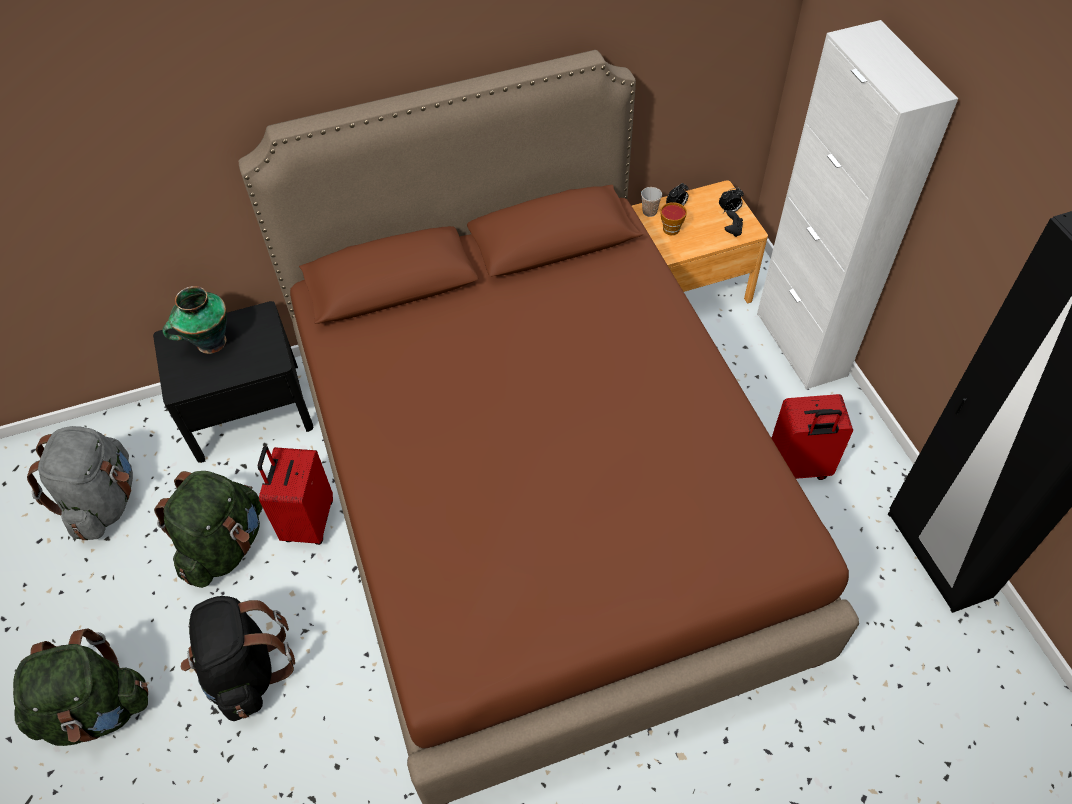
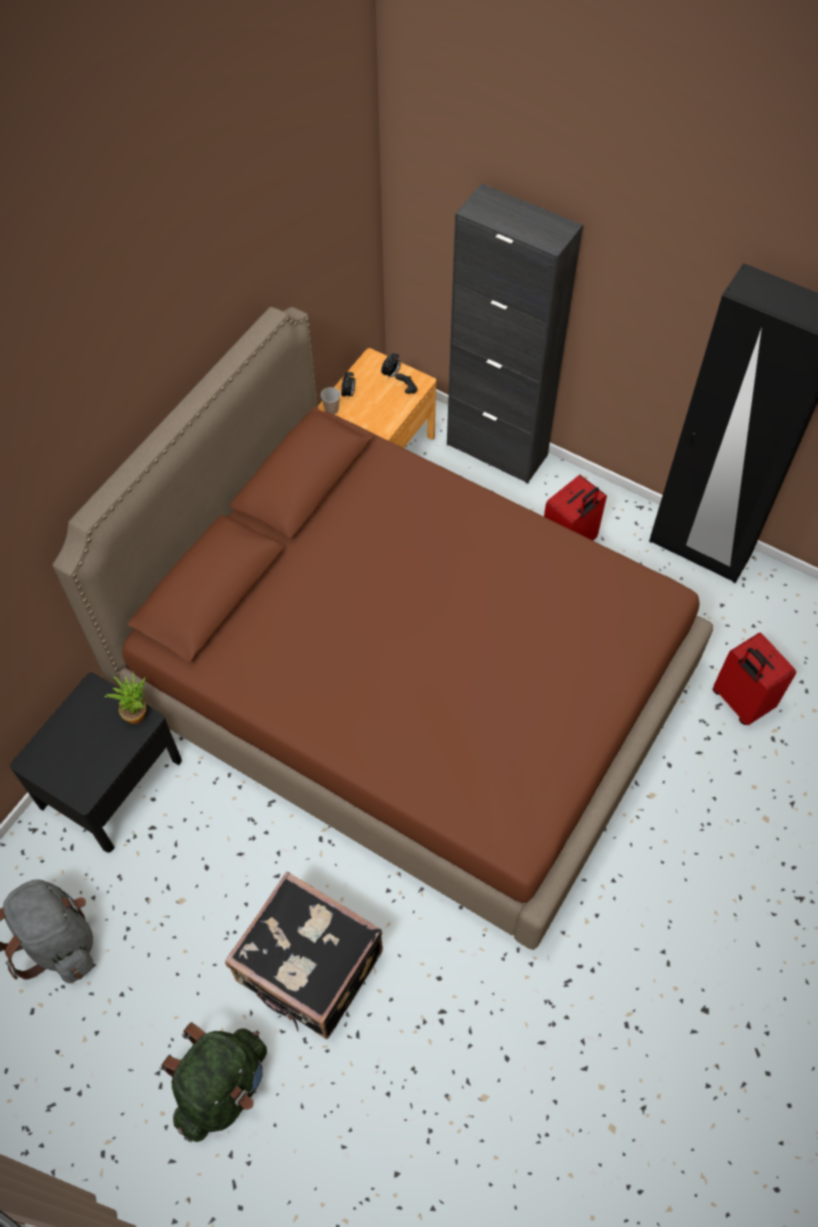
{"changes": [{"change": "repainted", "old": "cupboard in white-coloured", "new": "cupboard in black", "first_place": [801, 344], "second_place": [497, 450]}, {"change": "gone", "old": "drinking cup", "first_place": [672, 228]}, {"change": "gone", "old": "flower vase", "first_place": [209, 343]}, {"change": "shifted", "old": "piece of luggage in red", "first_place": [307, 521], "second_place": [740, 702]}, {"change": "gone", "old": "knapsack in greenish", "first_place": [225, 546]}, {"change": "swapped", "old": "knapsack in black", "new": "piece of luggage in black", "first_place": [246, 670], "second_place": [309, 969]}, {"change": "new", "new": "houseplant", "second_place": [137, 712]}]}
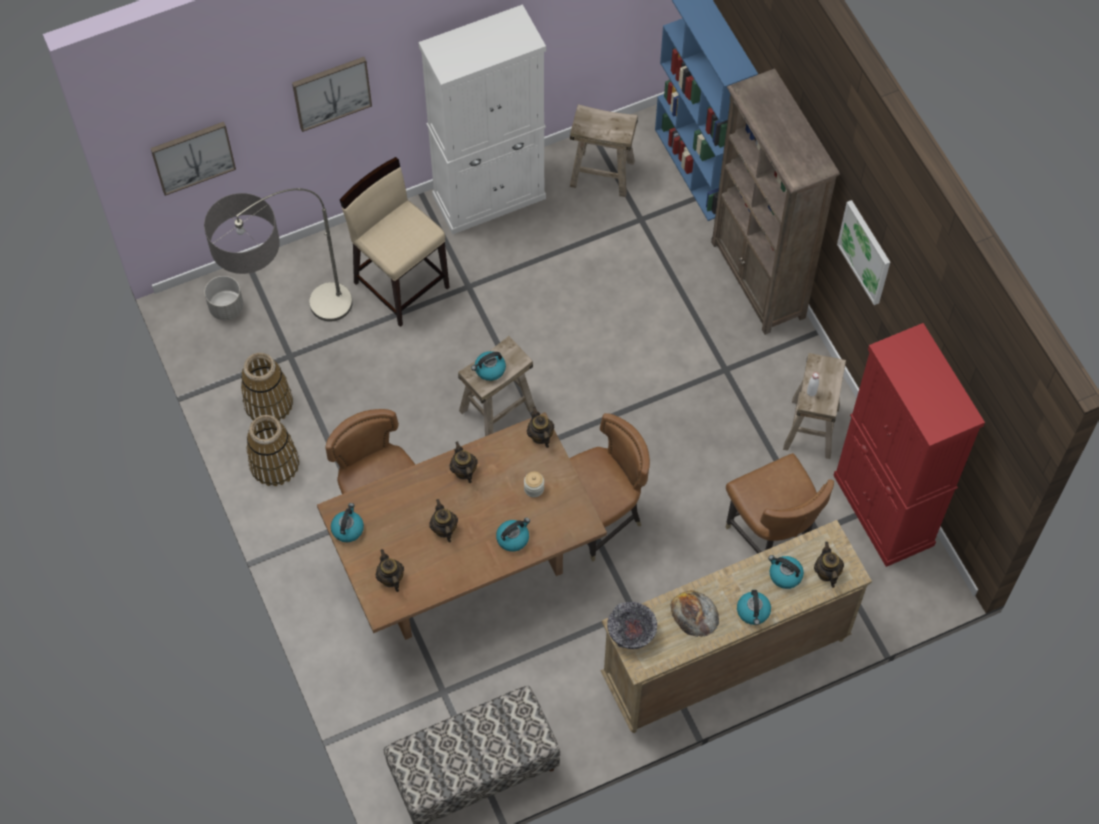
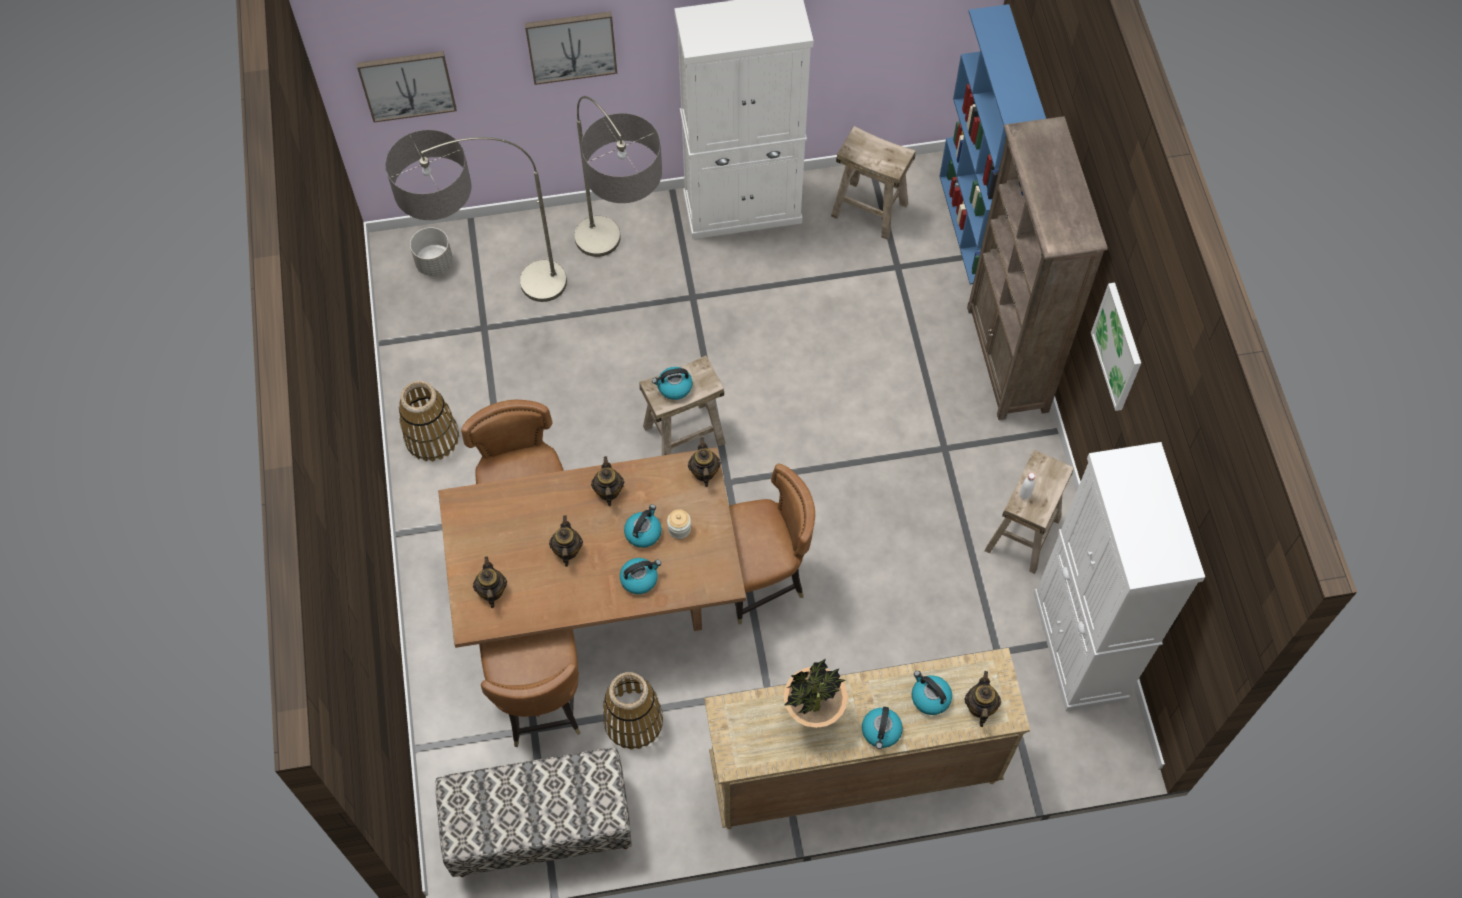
{"changes": [{"change": "swapped", "old": "sitting stool in beige-coloured", "new": "floor lamp", "first_place": [401, 284], "second_place": [623, 278]}, {"change": "repainted", "old": "cupboard in red", "new": "cupboard in white-coloured", "first_place": [883, 510], "second_place": [1079, 646]}, {"change": "shifted", "old": "household basket", "first_place": [268, 403], "second_place": [633, 721]}, {"change": "shifted", "old": "upright chair in brown", "first_place": [771, 537], "second_place": [541, 705]}, {"change": "shifted", "old": "water kettle", "first_place": [347, 528], "second_place": [643, 532]}, {"change": "swapped", "old": "bread", "new": "houseplant", "first_place": [694, 613], "second_place": [812, 716]}, {"change": "gone", "old": "serving bowl", "first_place": [631, 632]}]}
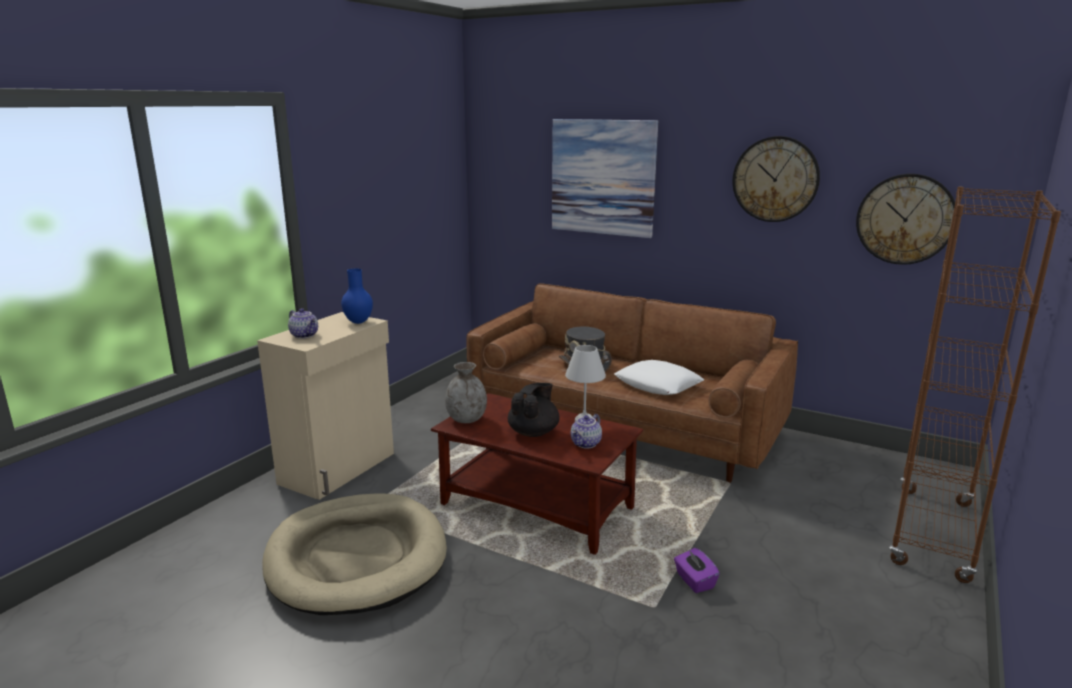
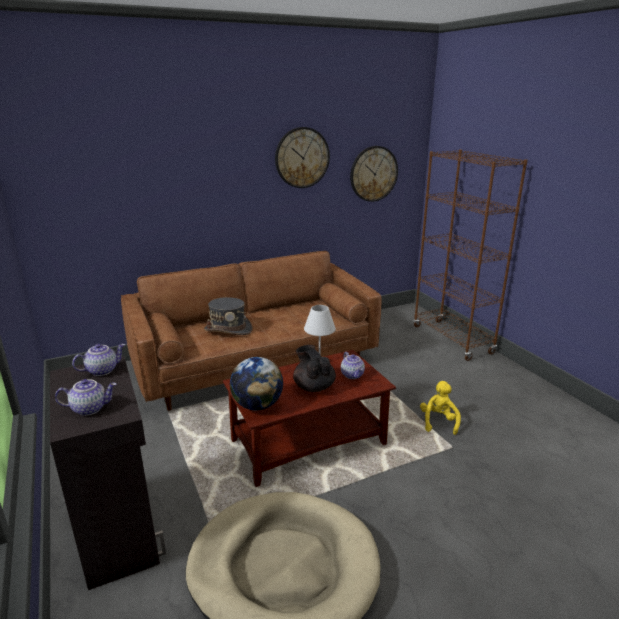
{"changes": [{"change": "gone", "old": "wall art", "first_place": [603, 177]}, {"change": "swapped", "old": "flower vase in blue", "new": "tea pot", "first_place": [358, 322], "second_place": [102, 370]}, {"change": "repainted", "old": "cupboard in beige-coloured", "new": "cupboard in black", "first_place": [339, 468], "second_place": [120, 529]}, {"change": "gone", "old": "throw pillow in white-coloured", "first_place": [658, 385]}, {"change": "swapped", "old": "flower vase in grey", "new": "world globe", "first_place": [467, 419], "second_place": [257, 405]}, {"change": "swapped", "old": "box of tissues in purple", "new": "plush toy in yellowish", "first_place": [694, 581], "second_place": [438, 422]}]}
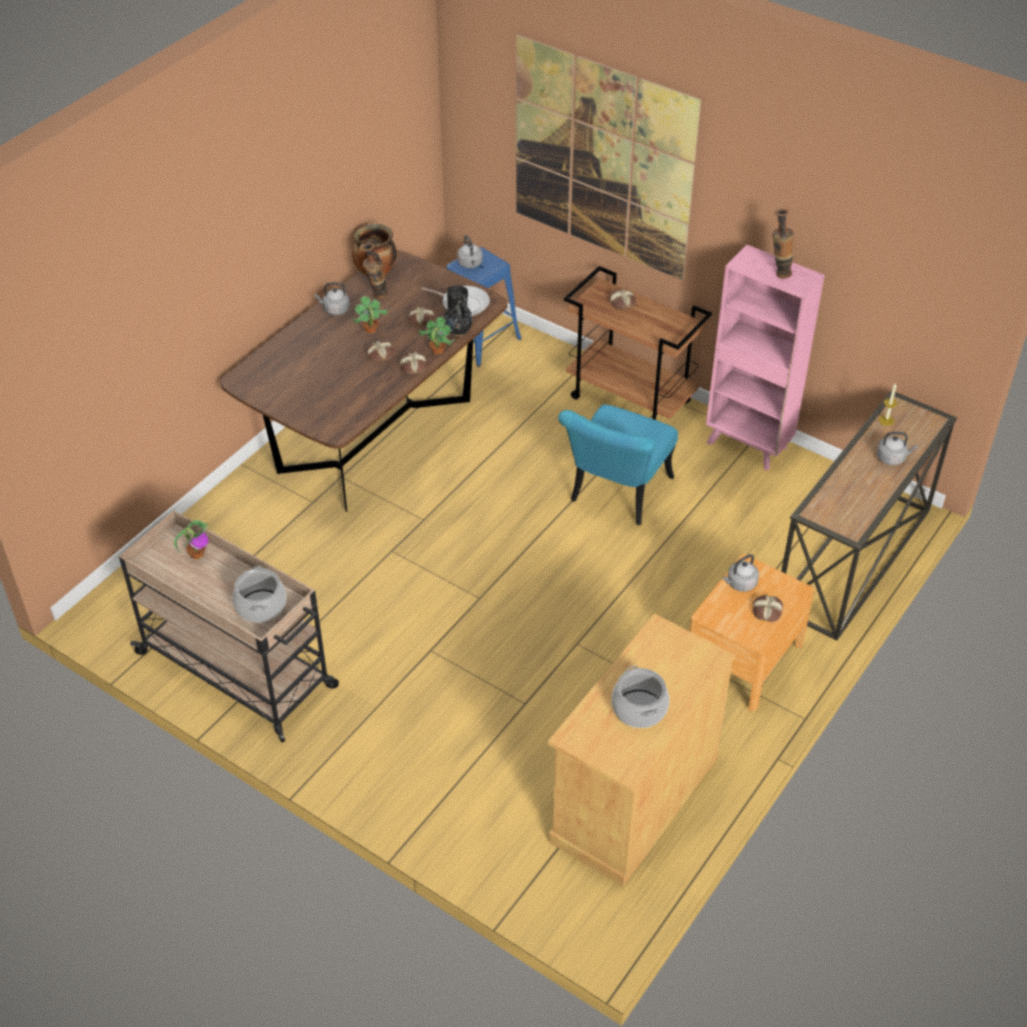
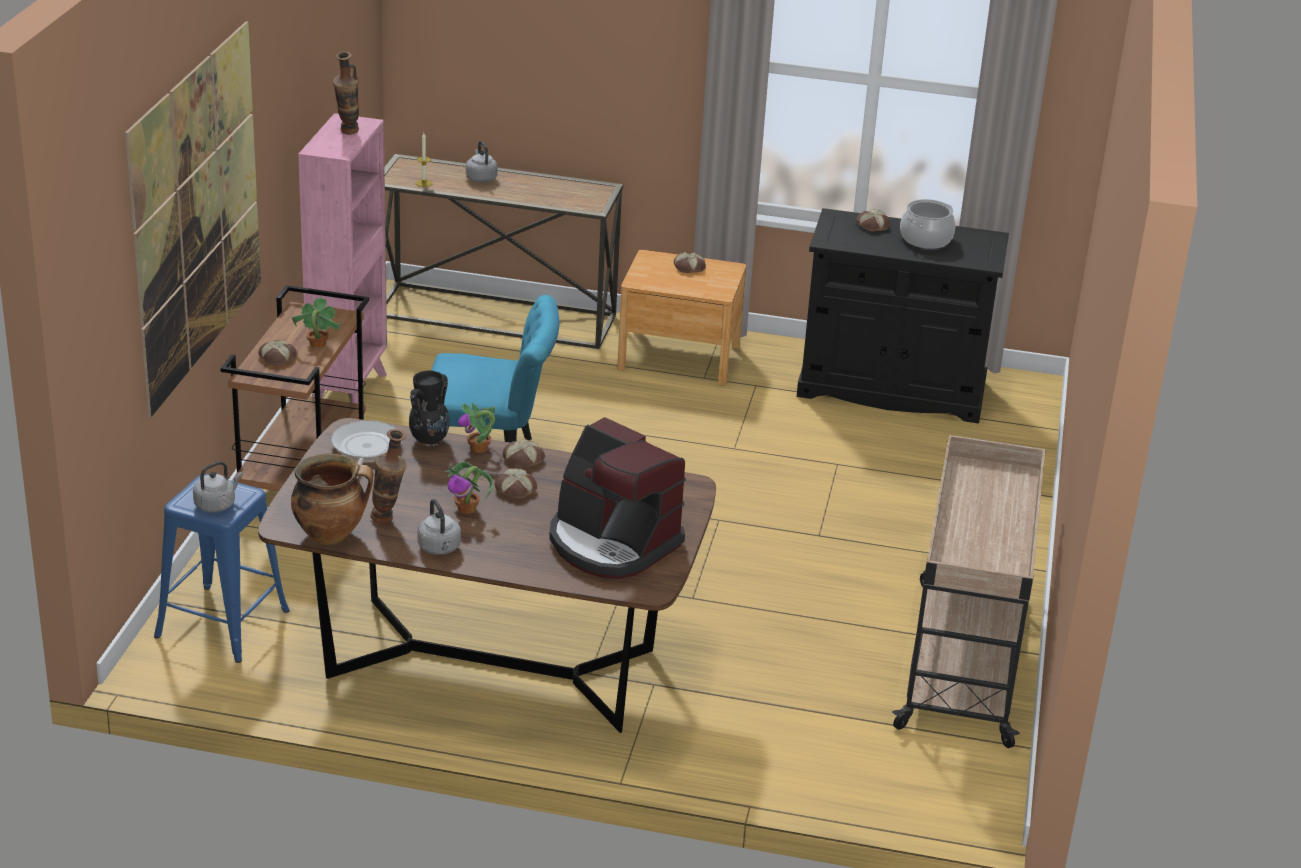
{"changes": [{"change": "shifted", "old": "bread", "first_place": [421, 319], "second_place": [872, 225]}, {"change": "shifted", "old": "houseplant", "first_place": [197, 553], "second_place": [317, 344]}, {"change": "gone", "old": "water kettle in grey", "first_place": [740, 584]}, {"change": "gone", "old": "cooking pot", "first_place": [260, 606]}, {"change": "repainted", "old": "cupboard in beige-coloured", "new": "cupboard in black", "first_place": [634, 798], "second_place": [891, 389]}, {"change": "new", "new": "coffee machine", "second_place": [612, 543]}]}
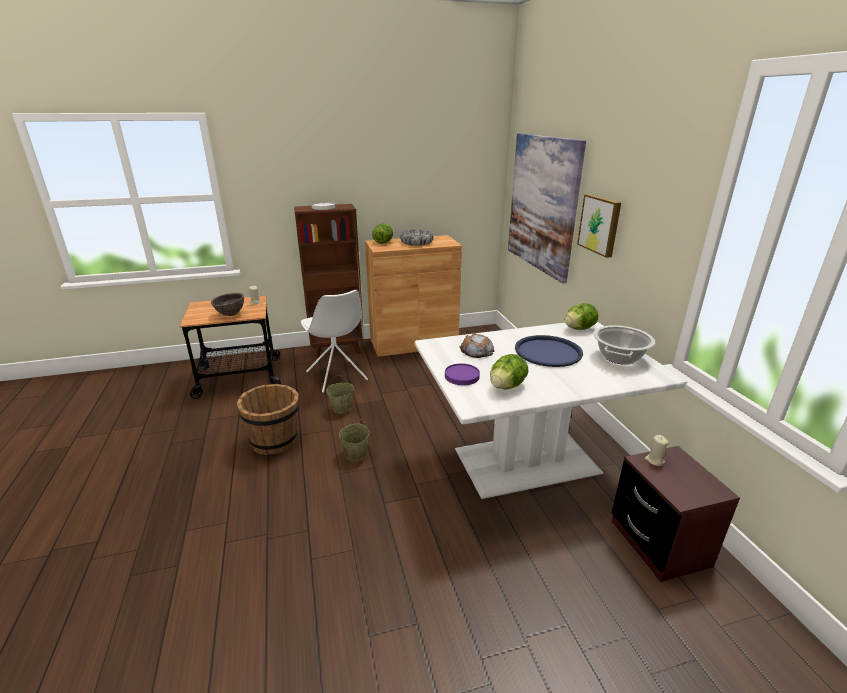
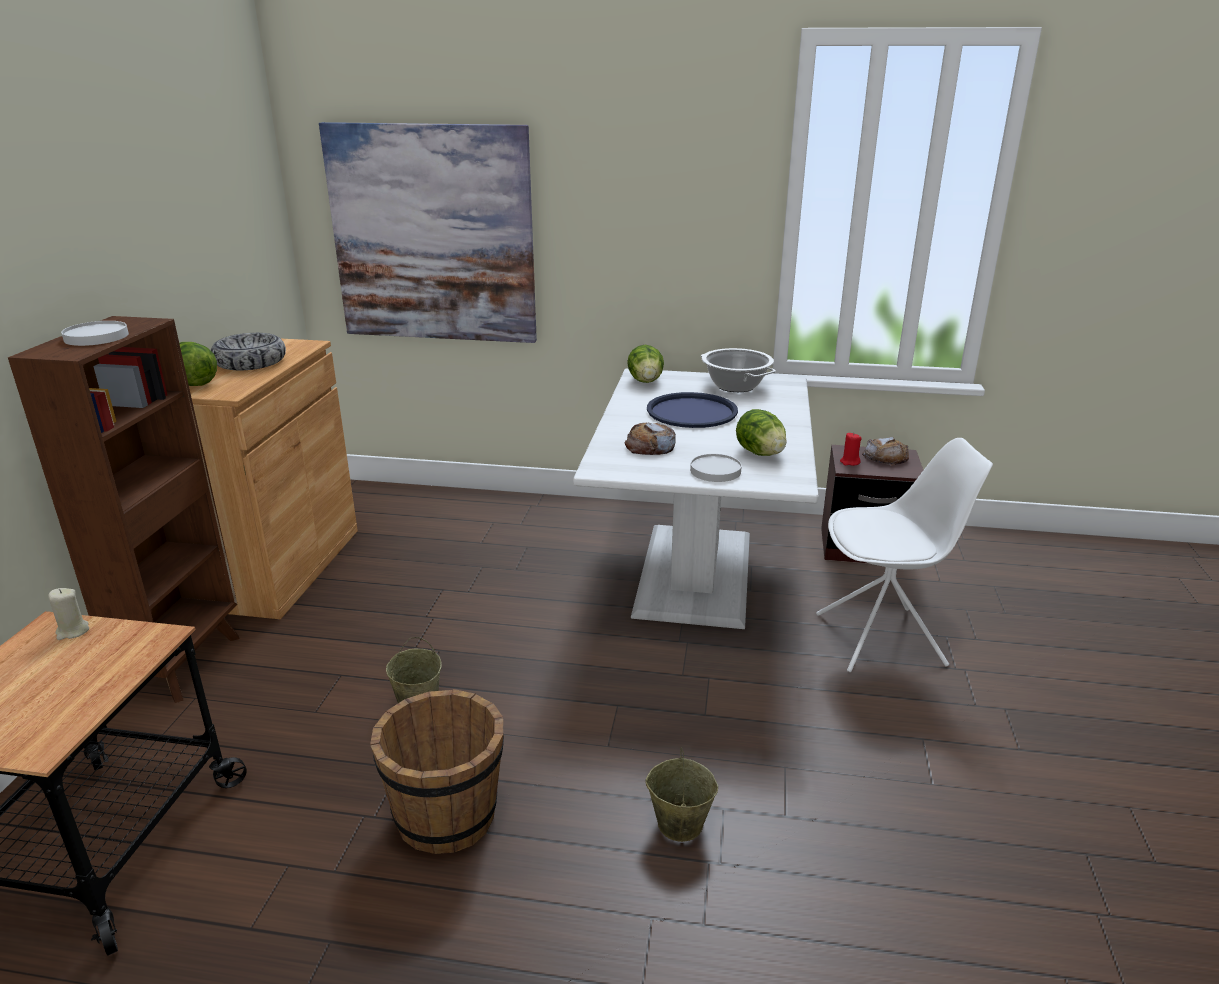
{"changes": [{"change": "gone", "old": "wall art", "first_place": [600, 224]}, {"change": "shifted", "old": "upright chair in white-coloured", "first_place": [337, 376], "second_place": [882, 639]}, {"change": "gone", "old": "serving bowl in brown", "first_place": [230, 315]}, {"change": "repainted", "old": "flat dish in purple", "new": "flat dish in white-coloured", "first_place": [461, 376], "second_place": [715, 471]}, {"change": "shifted", "old": "pail in beige-coloured", "first_place": [356, 454], "second_place": [679, 823]}, {"change": "repainted", "old": "candle in beige-coloured", "new": "candle in red", "first_place": [654, 460], "second_place": [849, 462]}, {"change": "new", "new": "bread", "second_place": [885, 457]}]}
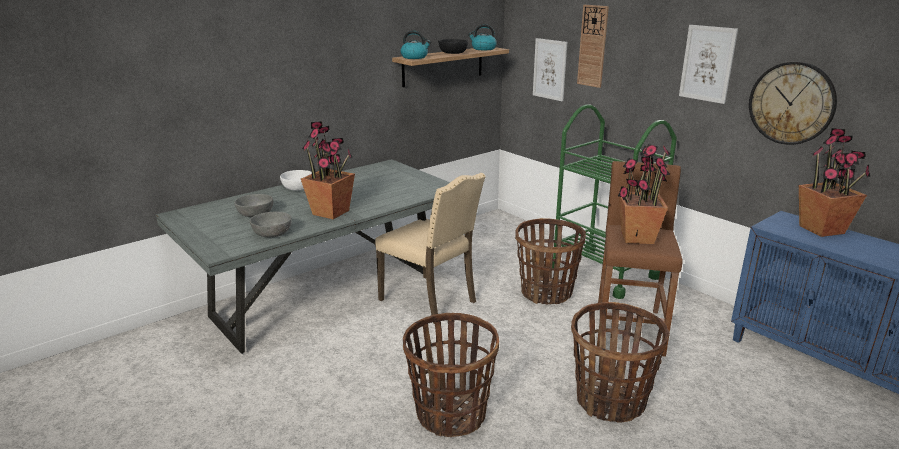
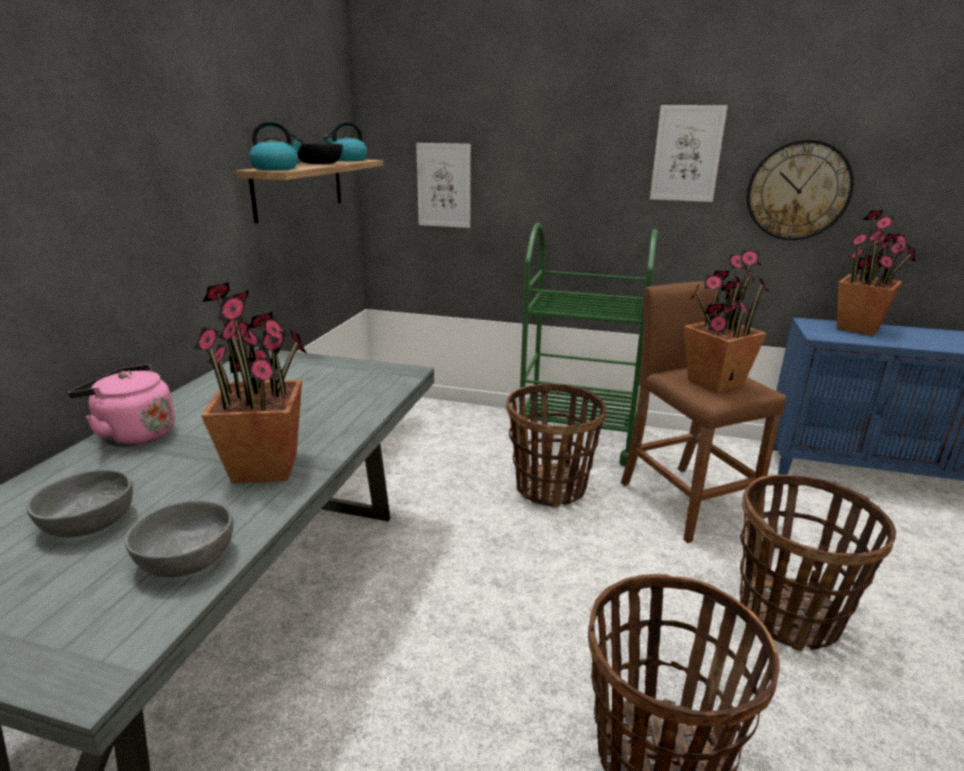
{"changes": [{"change": "gone", "old": "wall clock", "first_place": [593, 46]}, {"change": "swapped", "old": "serving bowl in white-coloured", "new": "water kettle in pink", "first_place": [298, 187], "second_place": [133, 435]}, {"change": "gone", "old": "upright chair in beige-coloured", "first_place": [430, 300]}]}
